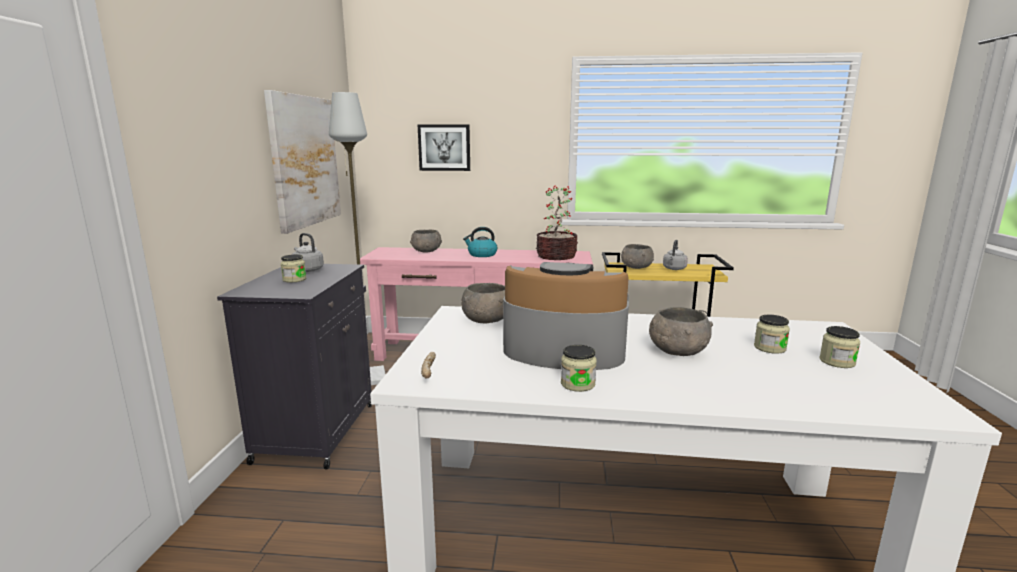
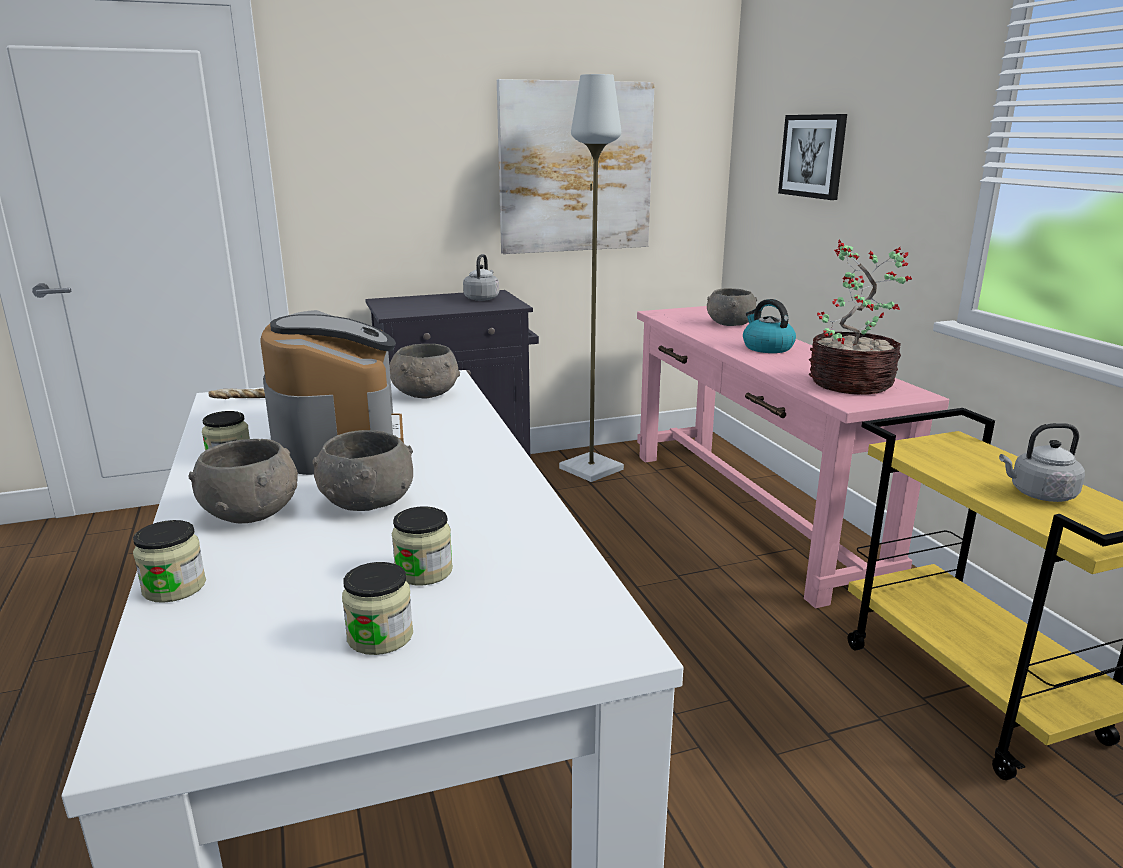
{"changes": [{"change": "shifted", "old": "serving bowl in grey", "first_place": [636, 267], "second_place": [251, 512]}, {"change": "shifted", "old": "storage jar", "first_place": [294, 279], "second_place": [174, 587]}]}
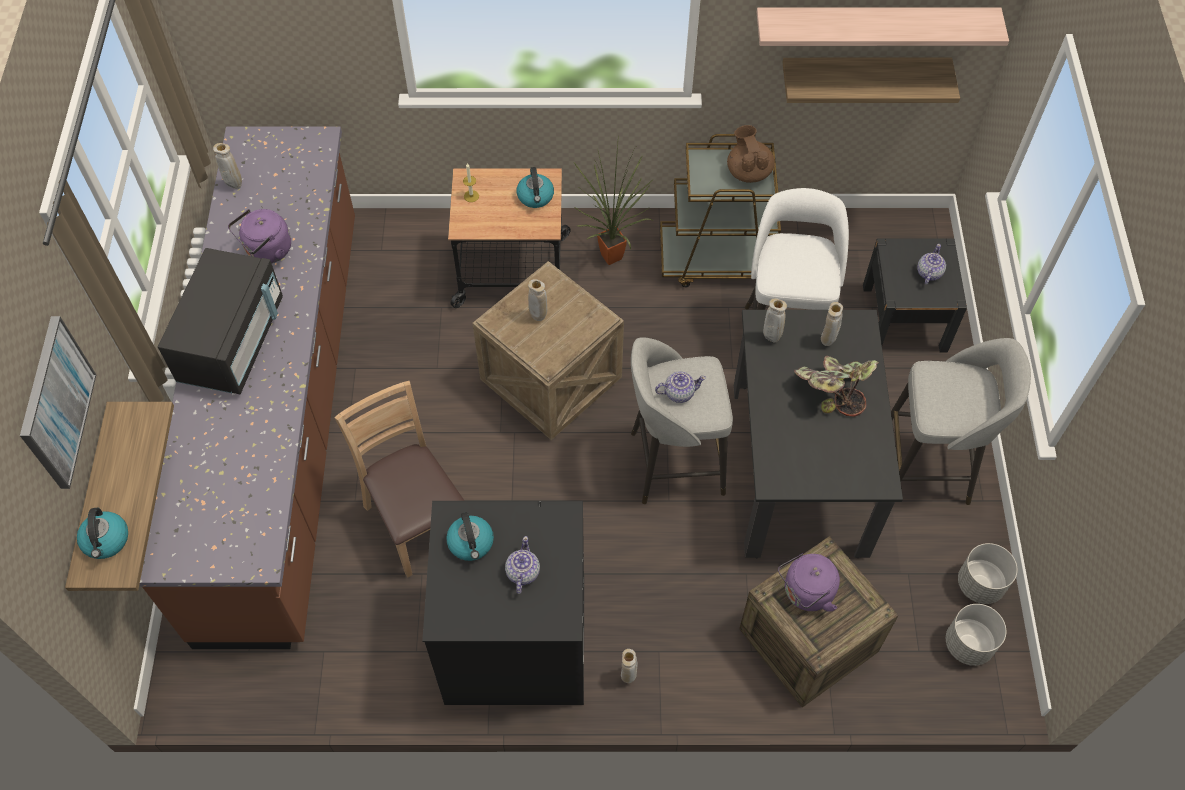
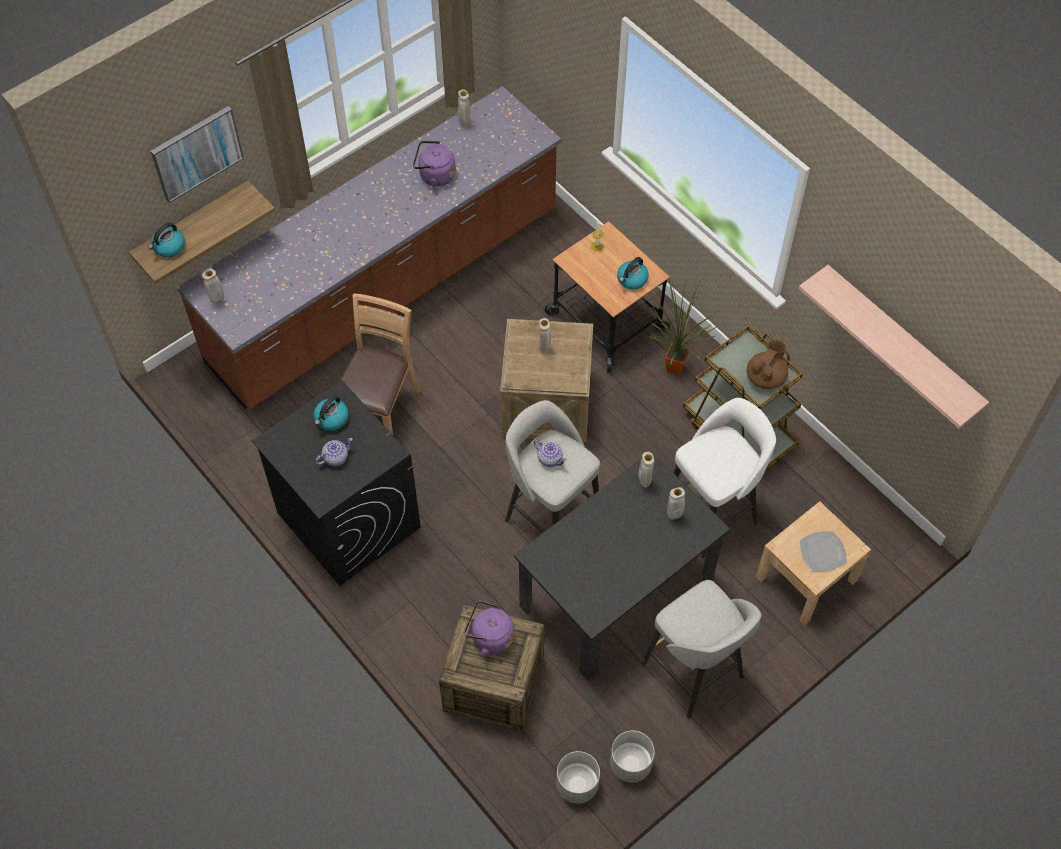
{"changes": [{"change": "gone", "old": "bracket shelf", "first_place": [863, 73]}, {"change": "repainted", "old": "nightstand in black", "new": "nightstand in beige-coloured", "first_place": [904, 318], "second_place": [806, 578]}, {"change": "swapped", "old": "tea pot", "new": "flat dish", "first_place": [928, 273], "second_place": [822, 552]}, {"change": "gone", "old": "microwave oven in black", "first_place": [232, 341]}, {"change": "gone", "old": "houseplant", "first_place": [831, 392]}, {"change": "shifted", "old": "flower vase in beige-coloured", "first_place": [628, 676], "second_place": [218, 301]}]}
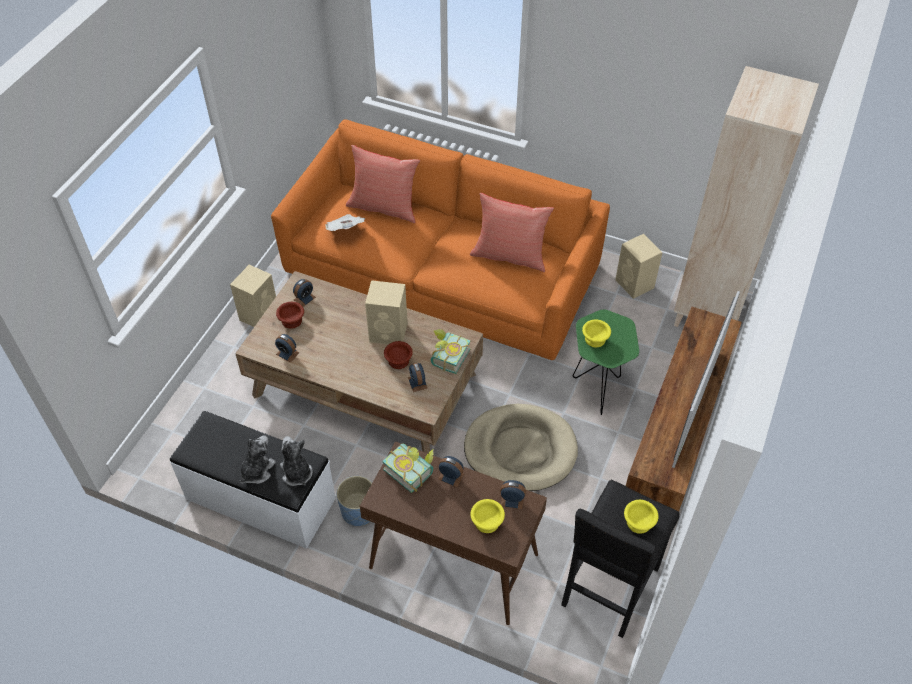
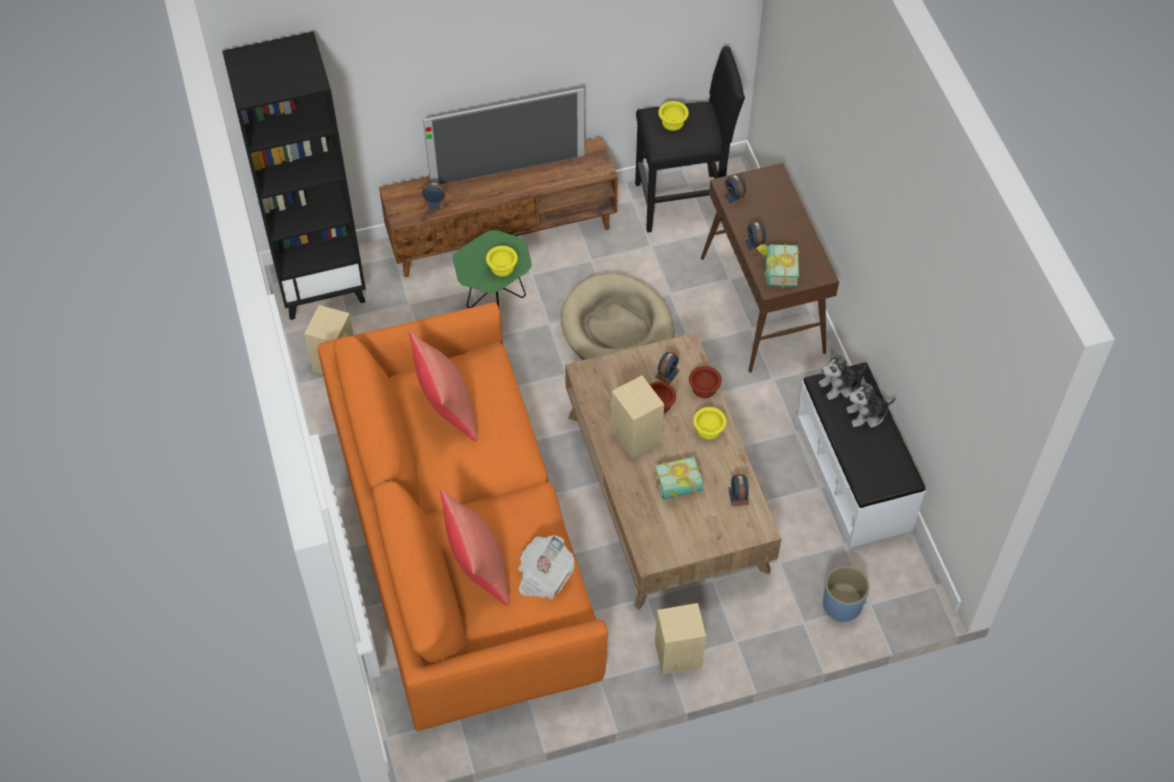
{"changes": [{"change": "repainted", "old": "bookcase in beige-coloured", "new": "bookcase in black", "first_place": [708, 311], "second_place": [322, 286]}, {"change": "shifted", "old": "alarm clock", "first_place": [304, 298], "second_place": [434, 202]}, {"change": "shifted", "old": "serving bowl in brown", "first_place": [292, 320], "second_place": [703, 389]}, {"change": "shifted", "old": "bound book", "first_place": [447, 356], "second_place": [679, 489]}, {"change": "rotated", "old": "plush toy", "first_place": [296, 473], "second_place": [839, 385], "degrees": 45}, {"change": "shifted", "old": "planter in blue", "first_place": [359, 511], "second_place": [841, 604]}, {"change": "shifted", "old": "serving bowl in yellowish", "first_place": [487, 521], "second_place": [707, 429]}]}
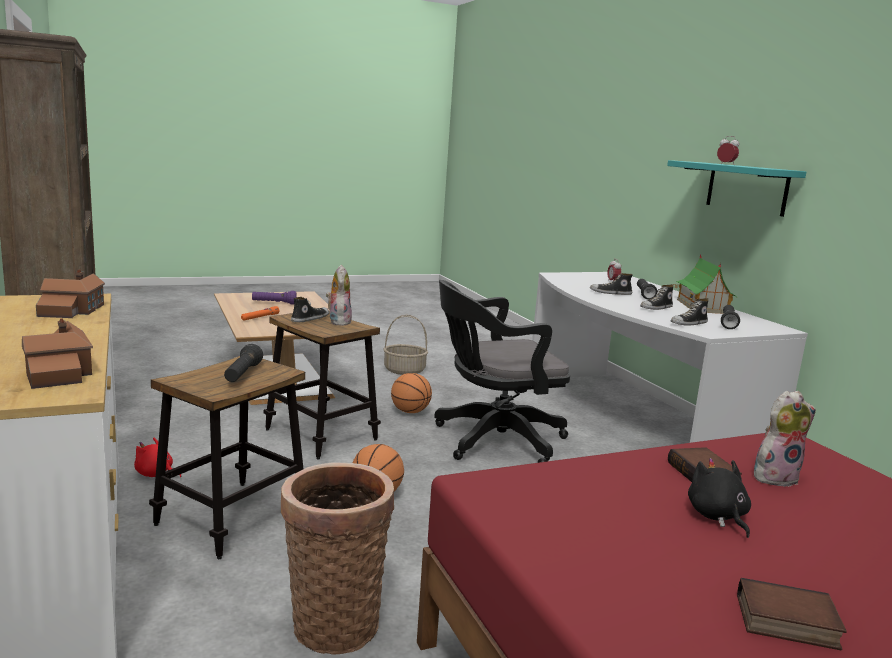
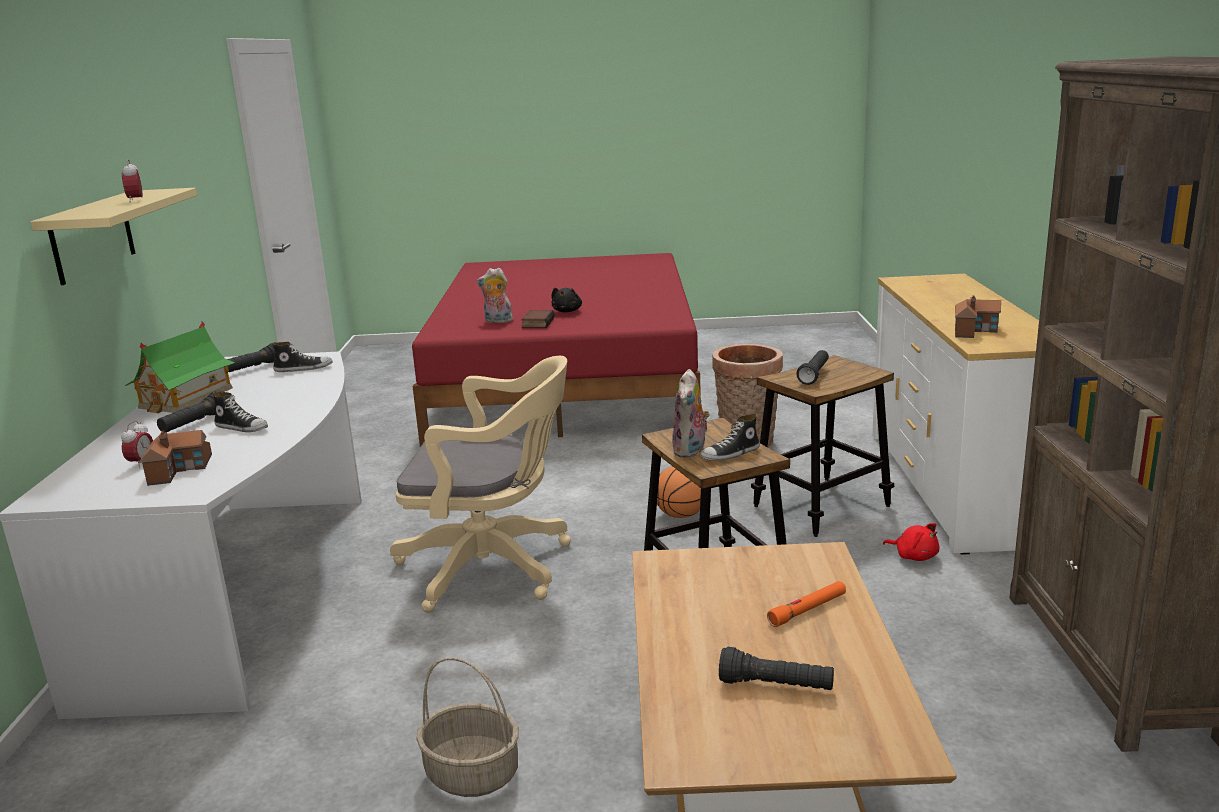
{"changes": [{"change": "repainted", "old": "bracket shelf in turquoise", "new": "bracket shelf in beige-coloured", "first_place": [746, 188], "second_place": [92, 236]}, {"change": "repainted", "old": "computer chair in black", "new": "computer chair in beige-coloured", "first_place": [493, 441], "second_place": [494, 568]}, {"change": "gone", "old": "low shoe", "first_place": [656, 308]}, {"change": "repainted", "old": "torch in purple", "new": "torch in black", "first_place": [274, 303], "second_place": [776, 686]}, {"change": "shifted", "old": "toy house", "first_place": [60, 373], "second_place": [179, 469]}, {"change": "gone", "old": "ball for basketball", "first_place": [410, 412]}, {"change": "gone", "old": "bound book", "first_place": [785, 623]}]}
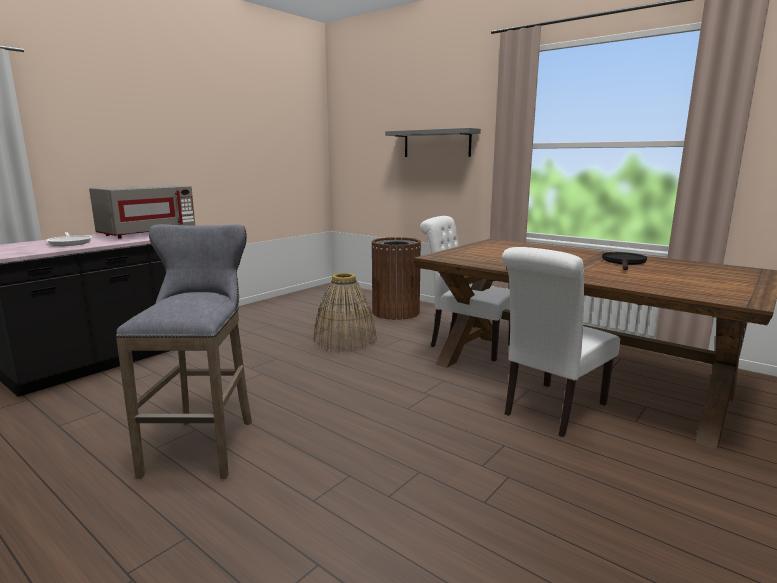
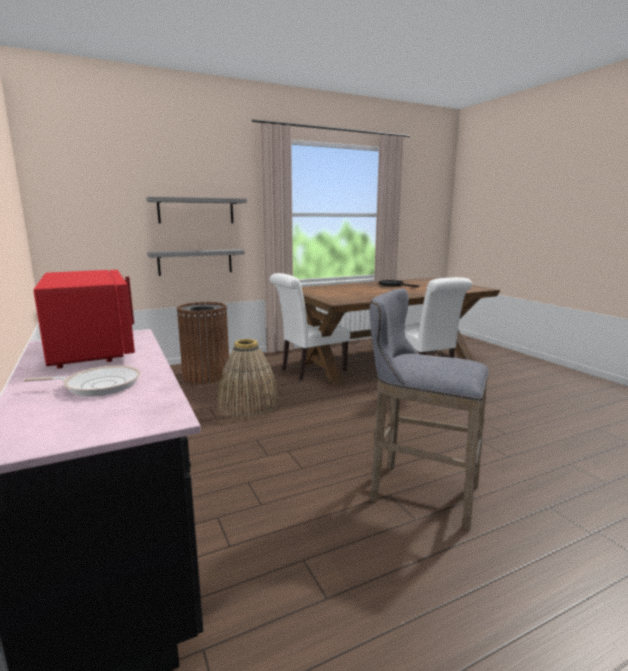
{"changes": [{"change": "repainted", "old": "microwave oven in grey", "new": "microwave oven in red", "first_place": [147, 233], "second_place": [90, 349]}, {"change": "new", "new": "bracket shelf in grey", "second_place": [195, 262]}]}
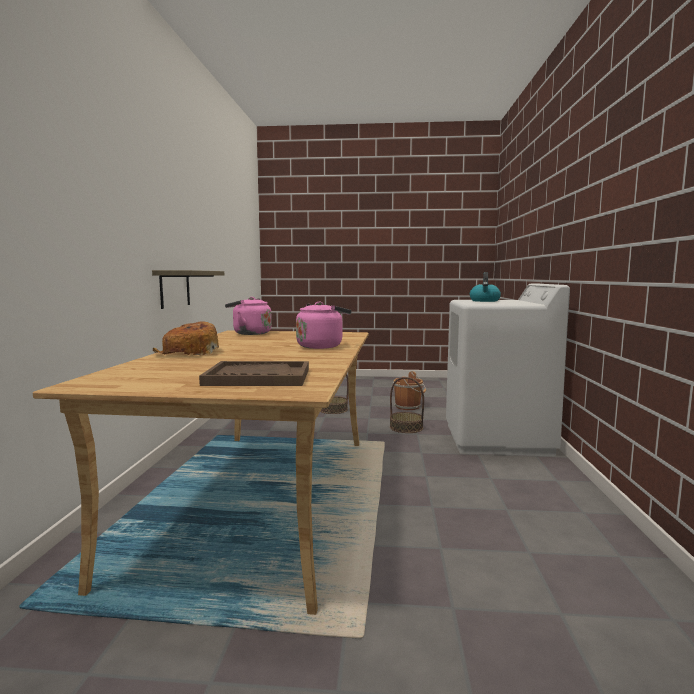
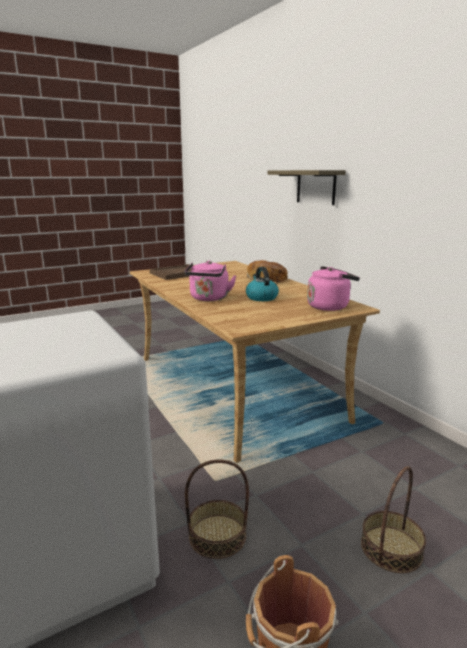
{"changes": [{"change": "shifted", "old": "bracket shelf", "first_place": [174, 288], "second_place": [316, 187]}, {"change": "shifted", "old": "water kettle", "first_place": [484, 301], "second_place": [261, 297]}]}
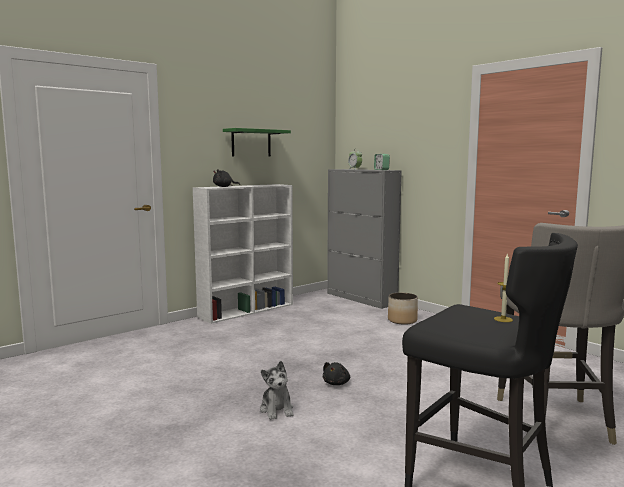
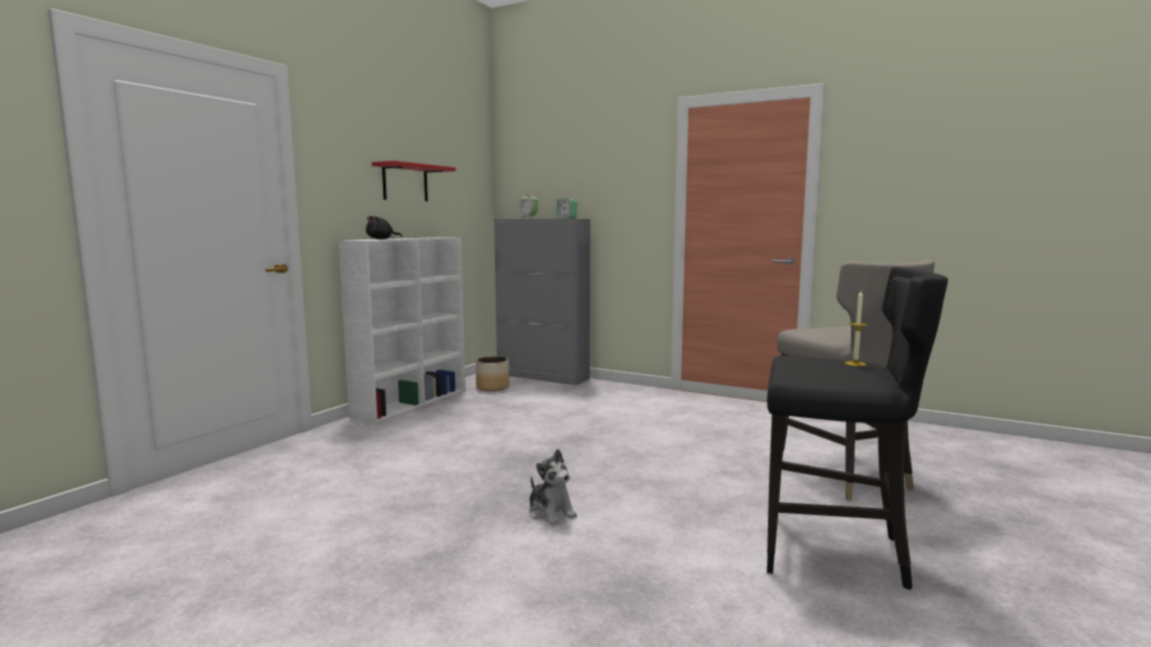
{"changes": [{"change": "repainted", "old": "bracket shelf in greenish", "new": "bracket shelf in red", "first_place": [251, 143], "second_place": [405, 183]}, {"change": "shifted", "old": "planter", "first_place": [402, 320], "second_place": [492, 387]}, {"change": "gone", "old": "plush toy in black", "first_place": [336, 383]}]}
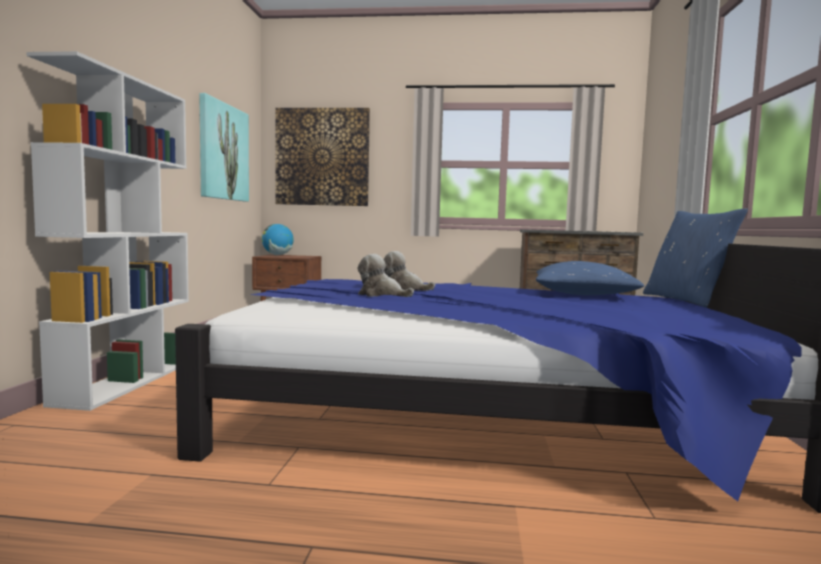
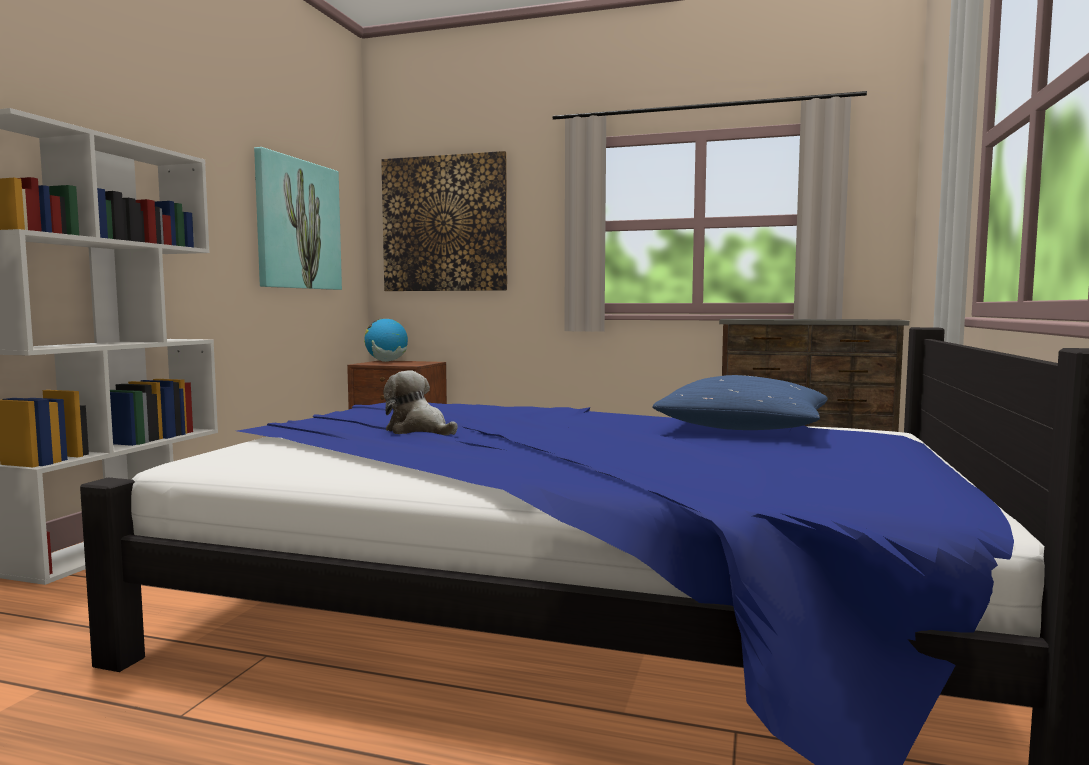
{"changes": [{"change": "gone", "old": "throw pillow in blue", "first_place": [686, 300]}, {"change": "gone", "old": "plush toy", "first_place": [403, 289]}]}
